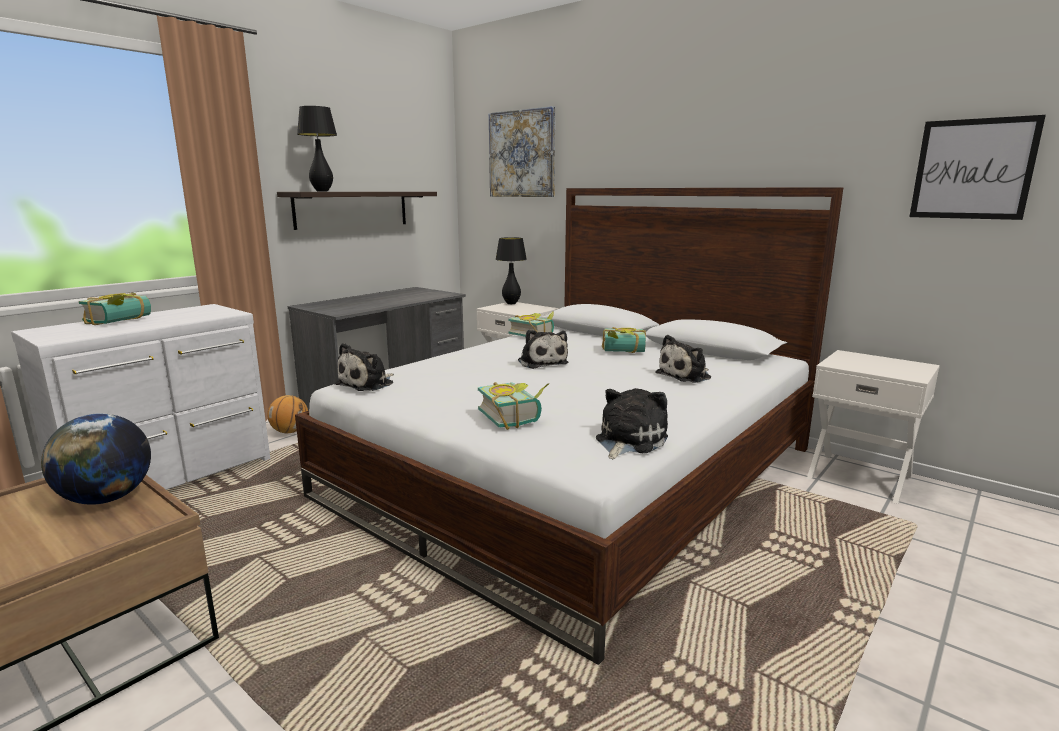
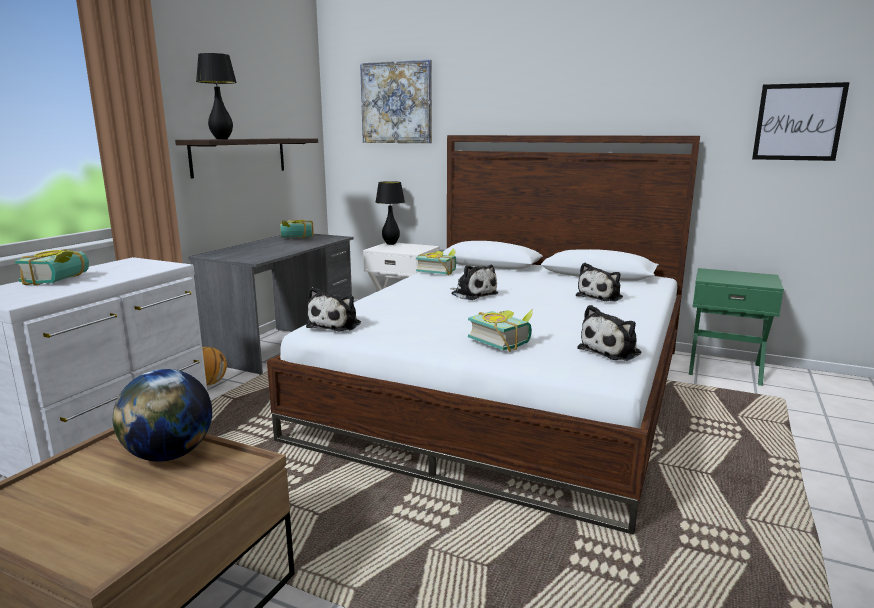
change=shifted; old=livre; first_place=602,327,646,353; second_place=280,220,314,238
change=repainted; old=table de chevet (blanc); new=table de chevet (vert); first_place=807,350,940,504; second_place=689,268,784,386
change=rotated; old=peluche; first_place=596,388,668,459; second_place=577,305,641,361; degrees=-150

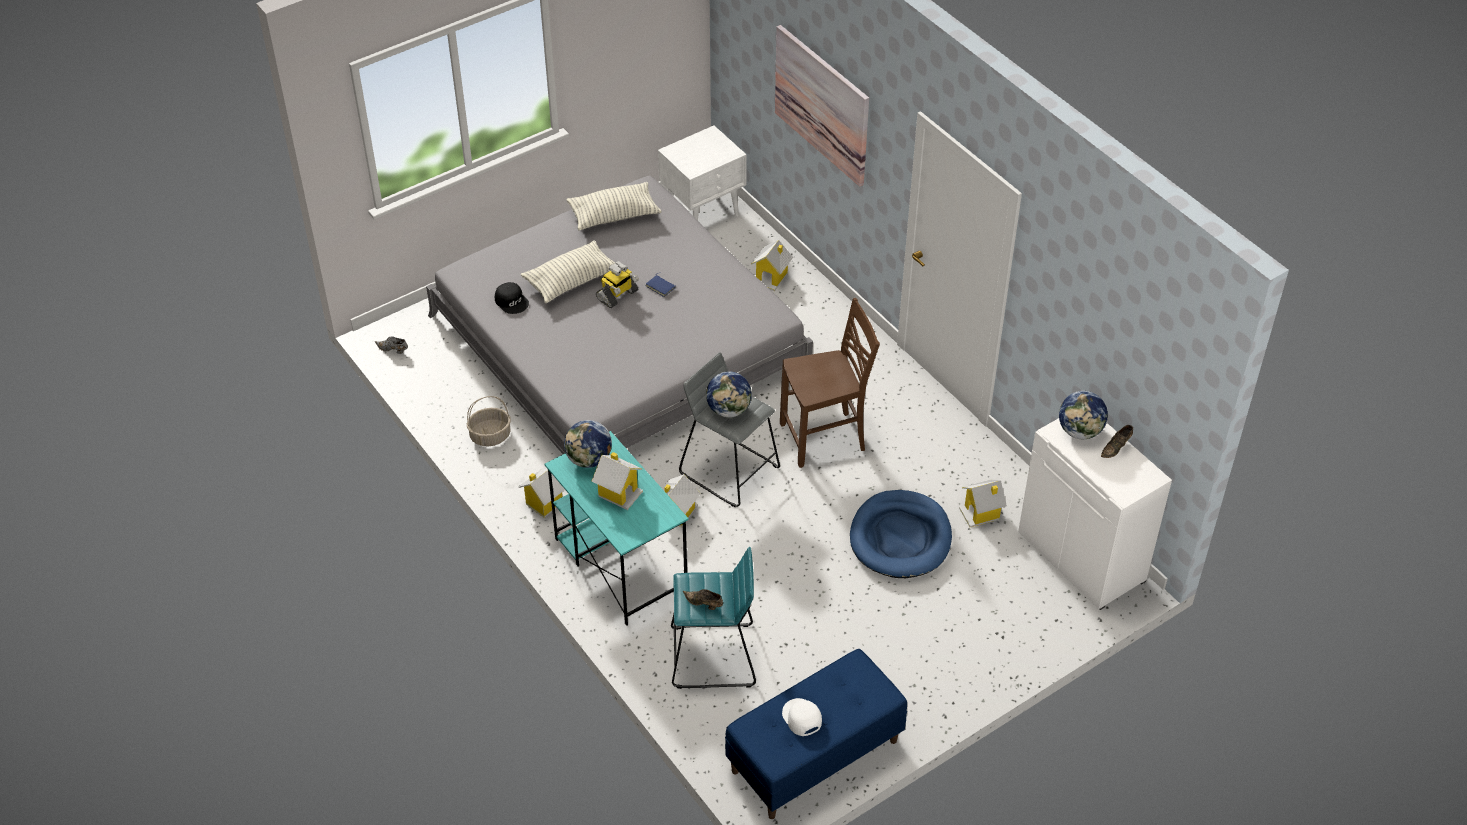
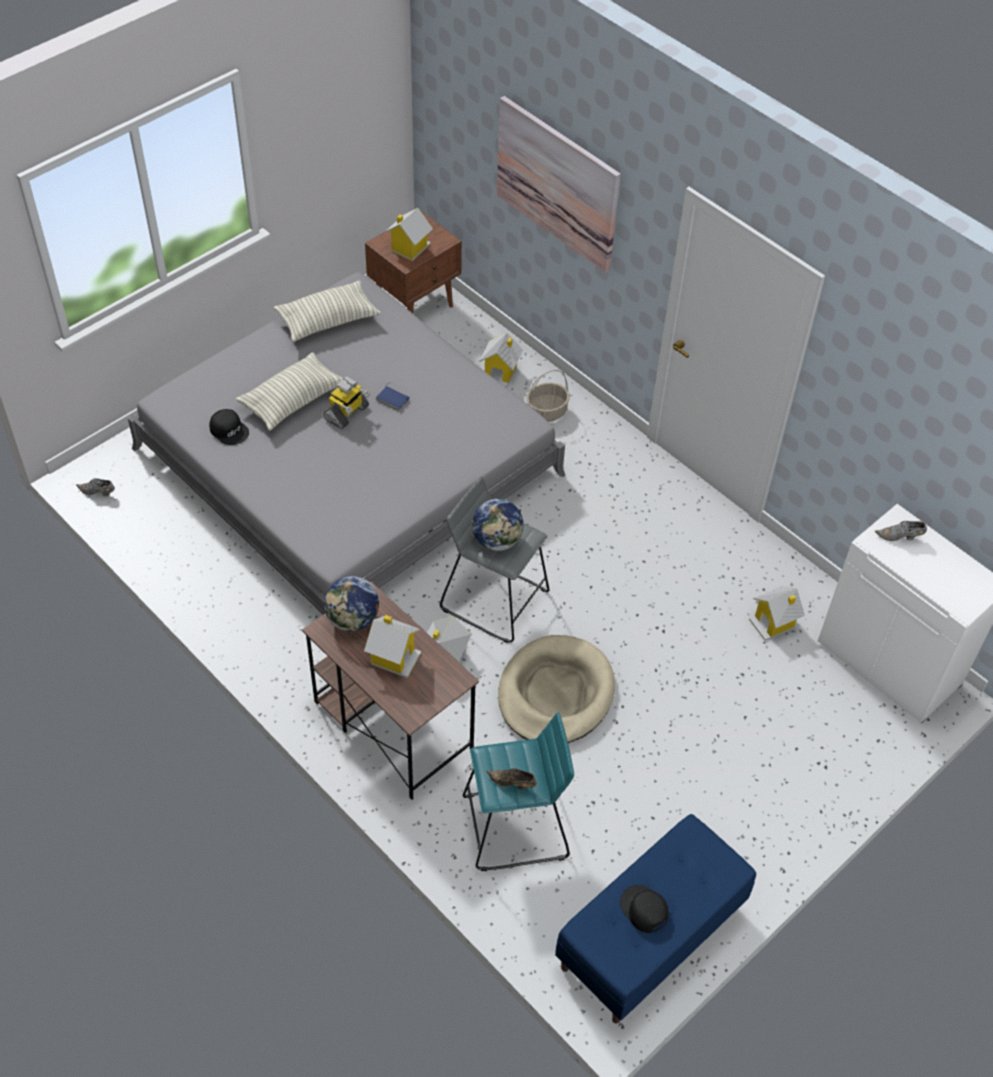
change=repainted; old=table de chevet (blanc); new=table de chevet (marron); first_place=658,126,747,220; second_place=365,211,462,313
change=gone; old=chaise (marron); first_place=780,298,880,468
change=swapped; old=globe; new=chaussure (gris); first_place=1059,391,1108,439; second_place=875,521,927,541
change=shifted; old=panier; first_place=467,396,511,446; second_place=526,370,570,422
change=gone; old=chaussure (marron); first_place=1101,425,1133,458
change=repainted; old=bureau (turquoise); new=bureau (marron); first_place=545,431,689,626; second_place=302,582,479,800
change=shifted; old=maison miniature; first_place=519,468,565,518; second_place=385,208,433,261
change=gone; old=panier pour chien (bleu); first_place=850,490,952,578
change=repainted; old=casquette (blanc); new=casquette (noir); first_place=782,698,822,736; second_place=620,885,668,933
change=new; new=panier pour chien (beige); second_place=498,635,615,743

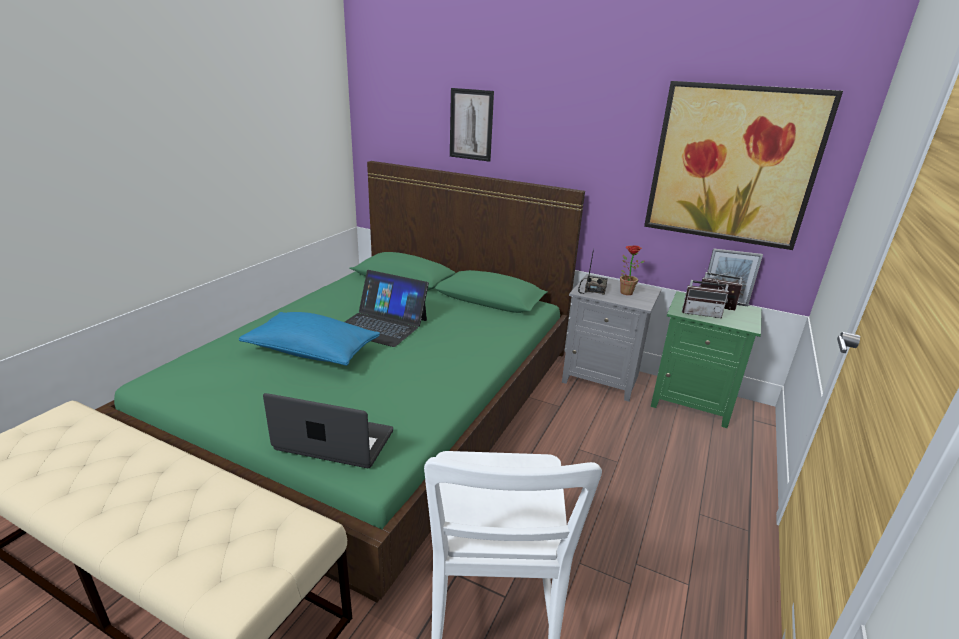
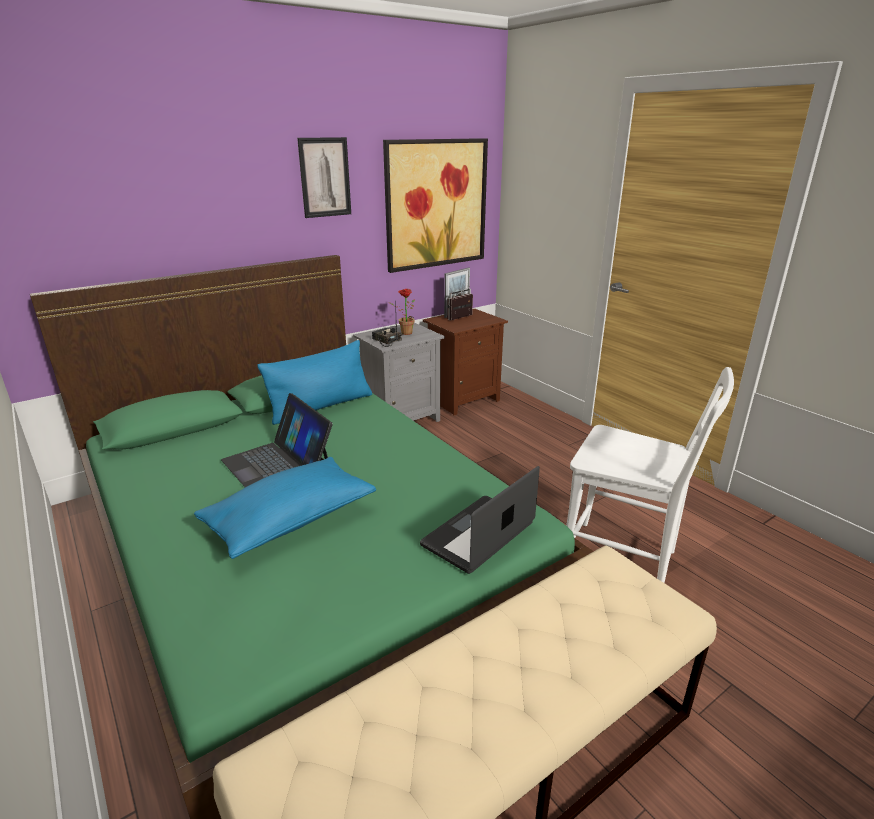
change=shifted; old=tableau; first_place=450,88,494,162; second_place=297,137,351,218
change=gone; old=radio; first_place=682,268,729,318
change=rotated; old=ordinateur portable; first_place=345,270,429,347; second_place=221,393,333,487; degrees=90
change=repainted; old=table de chevet (vert); new=table de chevet (marron); first_place=651,291,761,428; second_place=423,309,508,416
change=new; new=coussin (bleu); second_place=257,340,372,425

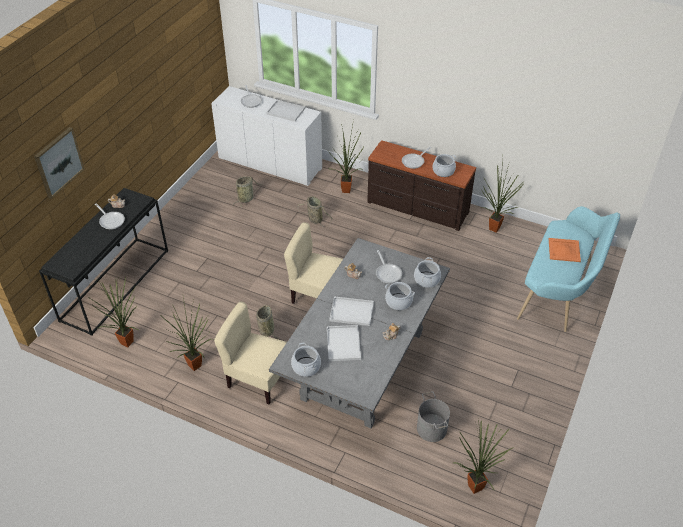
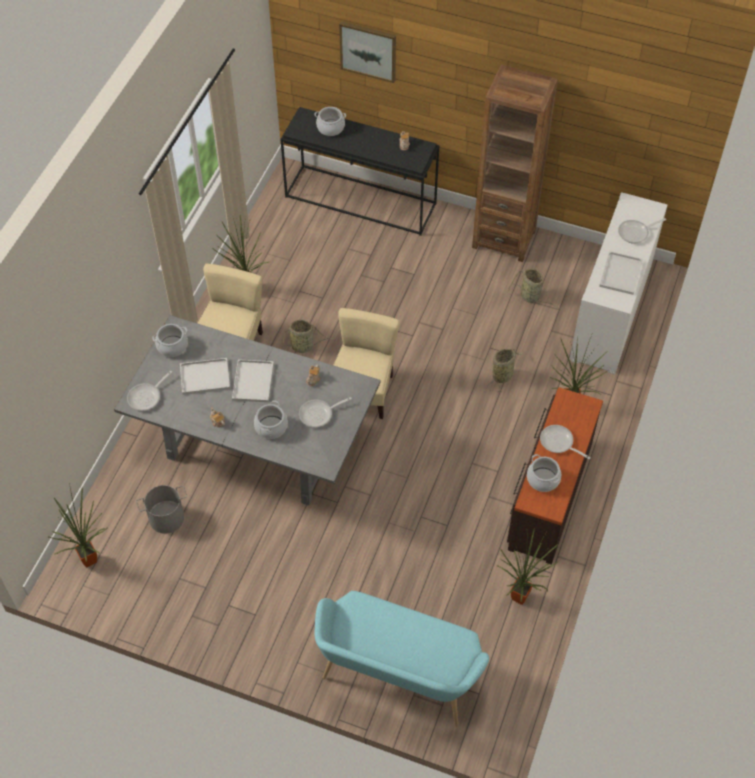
change=shifted; old=poêle; first_place=95,203,125,229; second_place=127,371,172,411
change=gone; old=plateau (orange); first_place=549,238,581,262
change=shifted; old=marmite; first_place=414,257,441,288; second_place=315,107,346,136
change=gone; old=plante en pot; first_place=88,277,138,347
change=new; new=bibliothèque (marron); second_place=472,65,558,262

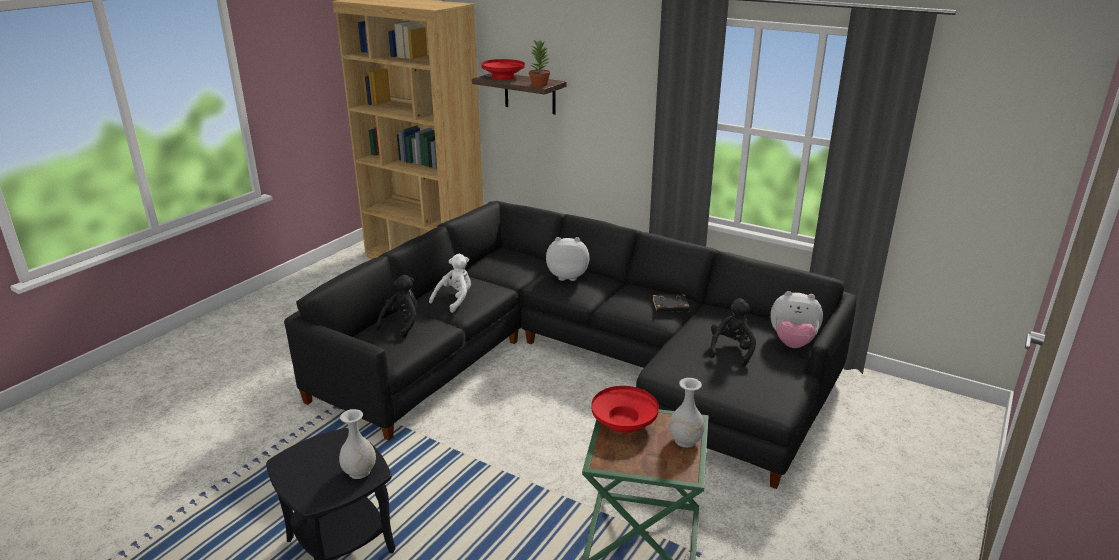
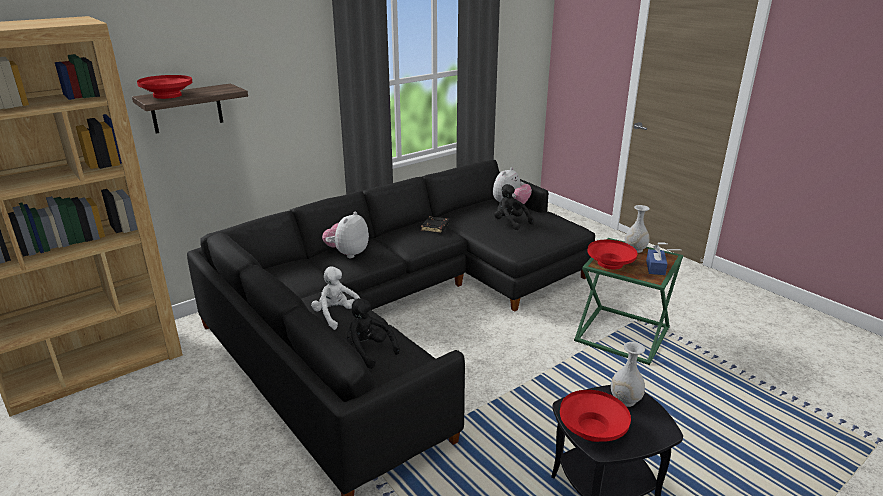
change=gone; old=plante en pot; first_place=529,40,550,87
change=new; new=boîte à mouchoirs (bleu); second_place=646,245,667,275
change=new; new=bol (rouge); second_place=560,390,631,442

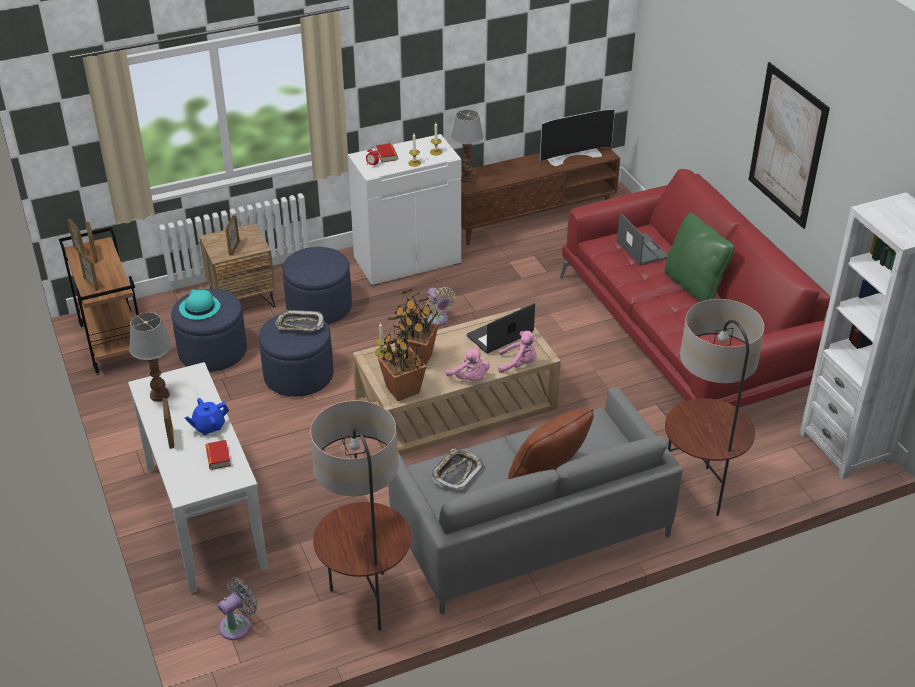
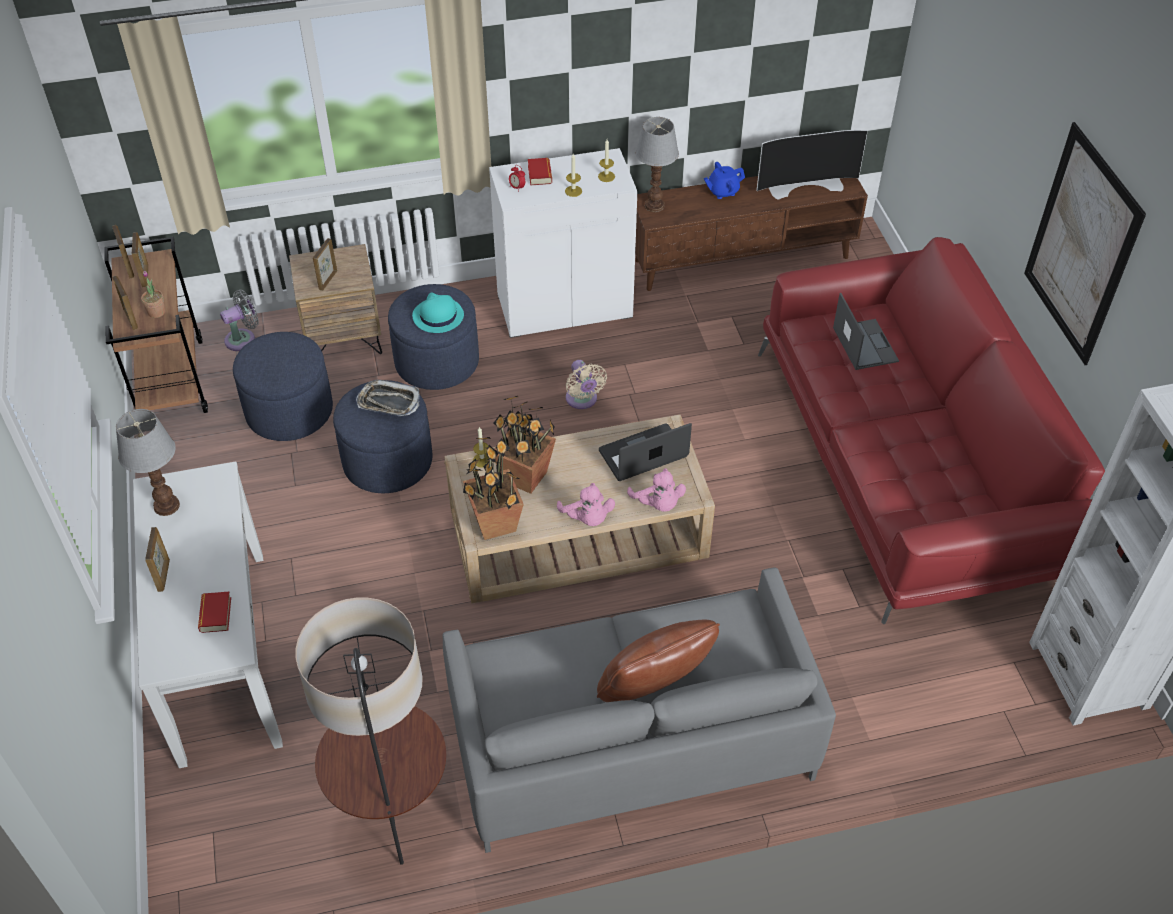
change=gone; old=coussin (vert); first_place=664,213,735,302
change=shifted; old=chapeau (turquoise); first_place=179,289,220,320; second_place=412,292,464,333
change=gone; old=lampadaire; first_place=665,299,764,516
change=rotated; old=peluche (rose); first_place=498,331,537,373; second_place=627,468,686,512; degrees=45
change=shifted; old=théière (bleu); first_place=185,398,229,435; second_place=704,162,745,199
change=gone; old=plateau; first_place=432,449,483,490
change=shifted; old=ventilateur (gris); first_place=218,577,258,640; second_place=220,290,259,351
change=new; new=plante en pot; second_place=141,271,166,318

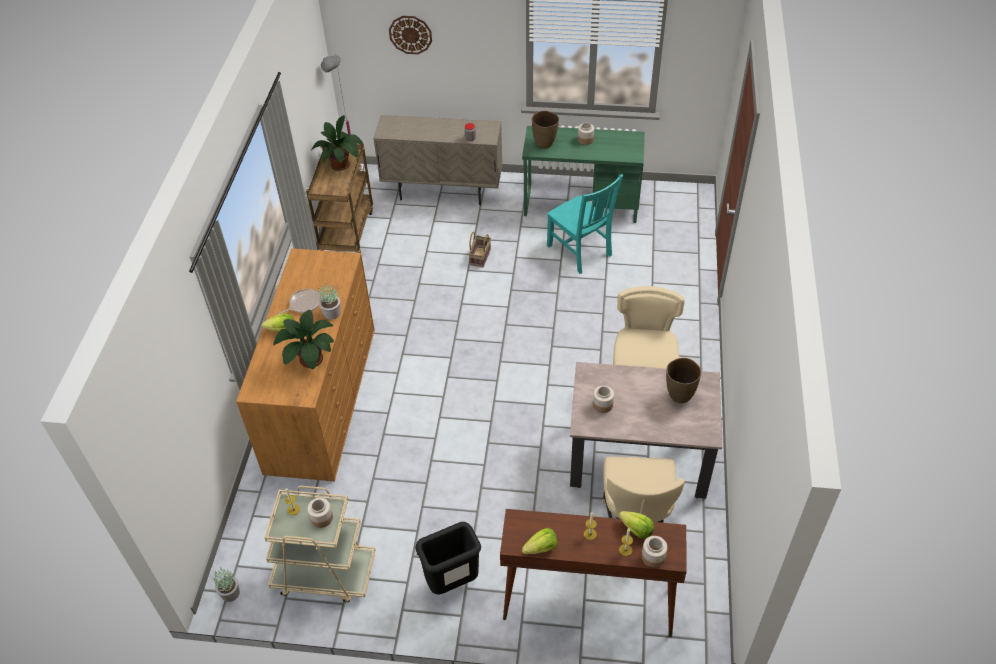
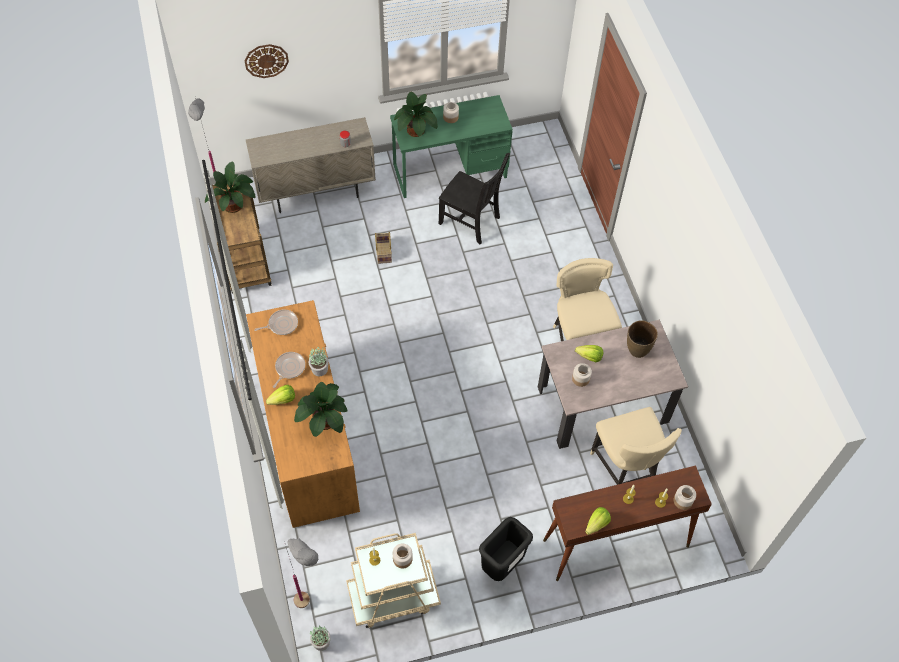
change=swapped; old=vase (marron); new=plante en pot; first_place=532,110,559,149; second_place=394,92,438,137
change=repainted; old=chaise (turquoise); new=chaise (noir); first_place=547,175,623,274; second_place=439,153,510,244
change=shifted; old=laitue; first_place=618,511,654,539; second_place=575,345,604,362
change=new; new=poêle; second_place=254,309,298,335
change=new; new=lampadaire (gris); second_place=284,538,318,608

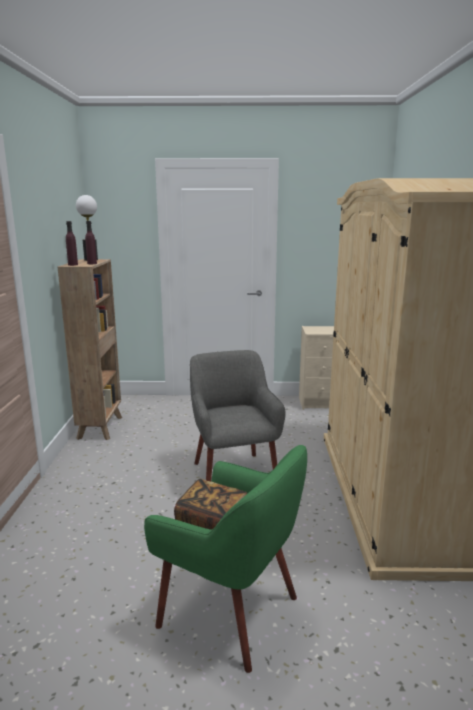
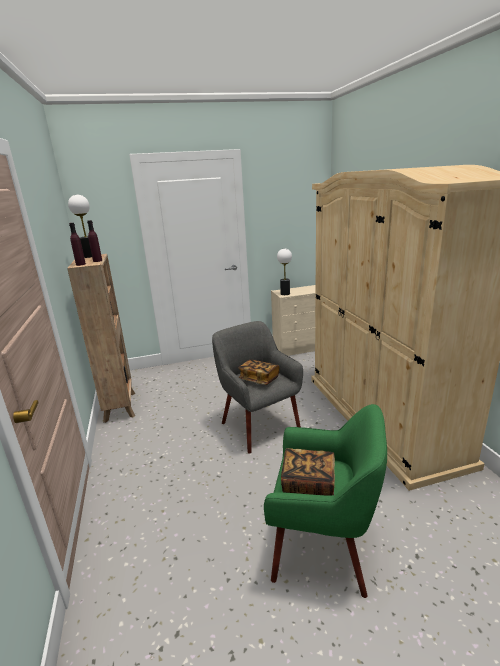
change=new; new=lampe de table; second_place=277,249,292,295
change=new; new=livre; second_place=239,359,280,385

